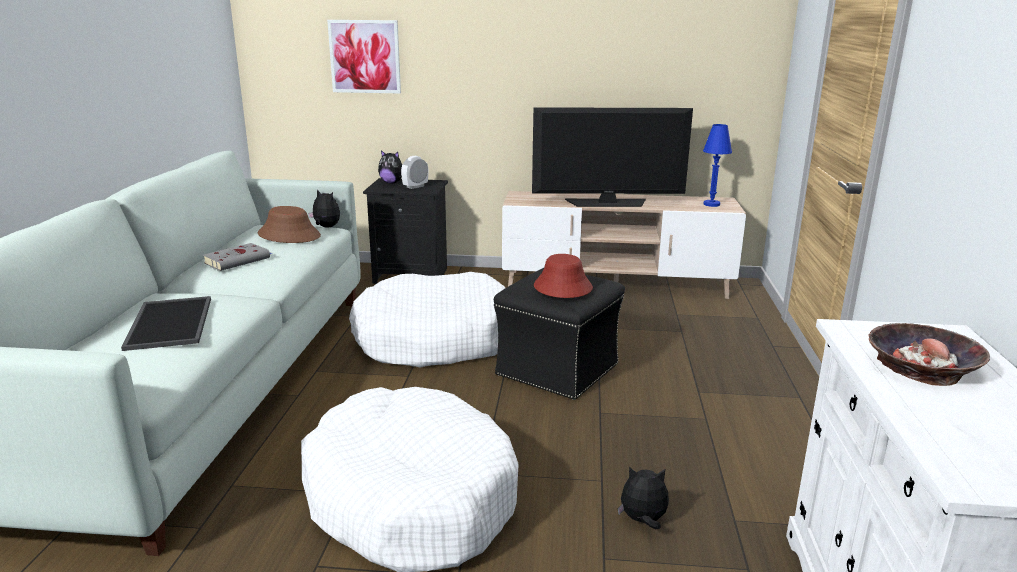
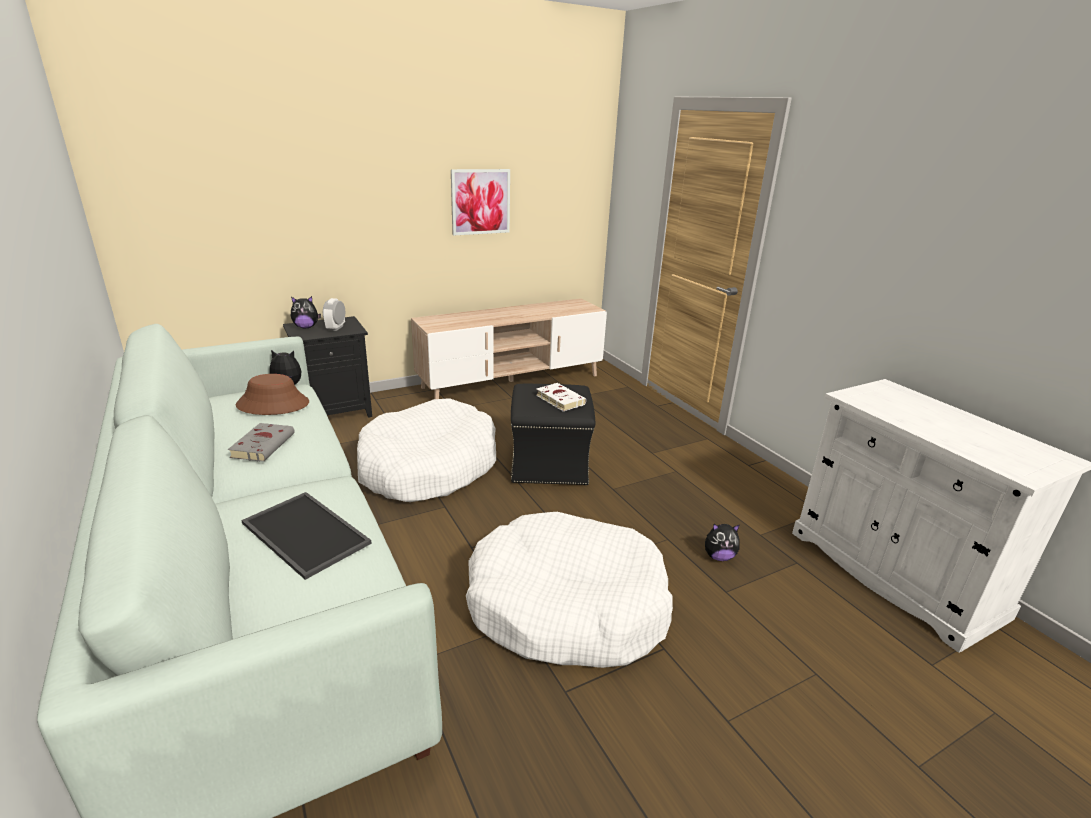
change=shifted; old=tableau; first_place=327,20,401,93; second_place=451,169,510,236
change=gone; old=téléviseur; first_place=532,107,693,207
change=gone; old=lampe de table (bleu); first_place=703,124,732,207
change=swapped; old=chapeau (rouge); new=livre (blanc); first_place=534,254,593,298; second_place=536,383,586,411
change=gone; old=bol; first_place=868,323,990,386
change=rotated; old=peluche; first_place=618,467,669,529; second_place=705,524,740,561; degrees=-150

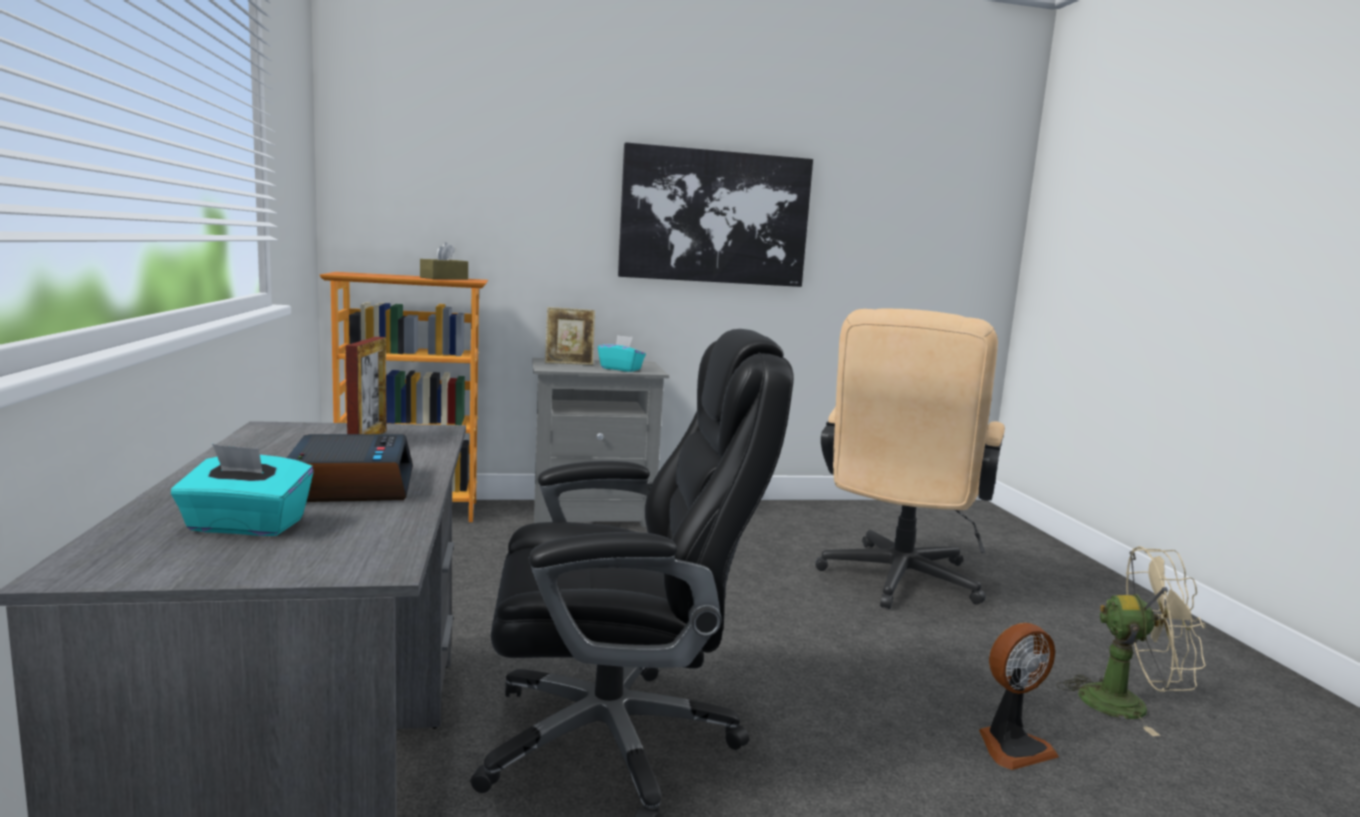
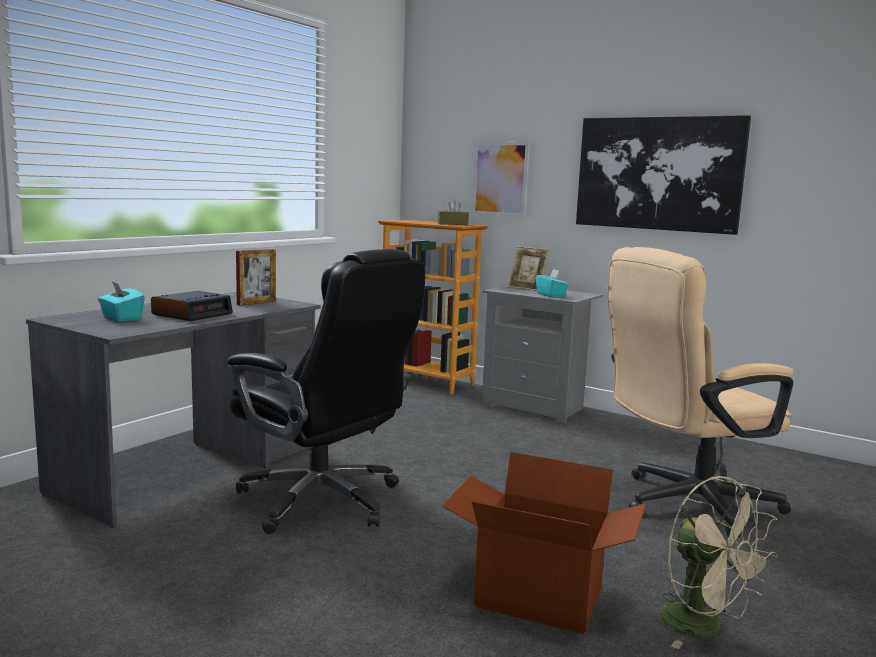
change=swapped; old=ventilateur; new=carton; first_place=979,623,1059,770; second_place=442,452,646,634
change=new; new=tableau; second_place=472,142,530,217

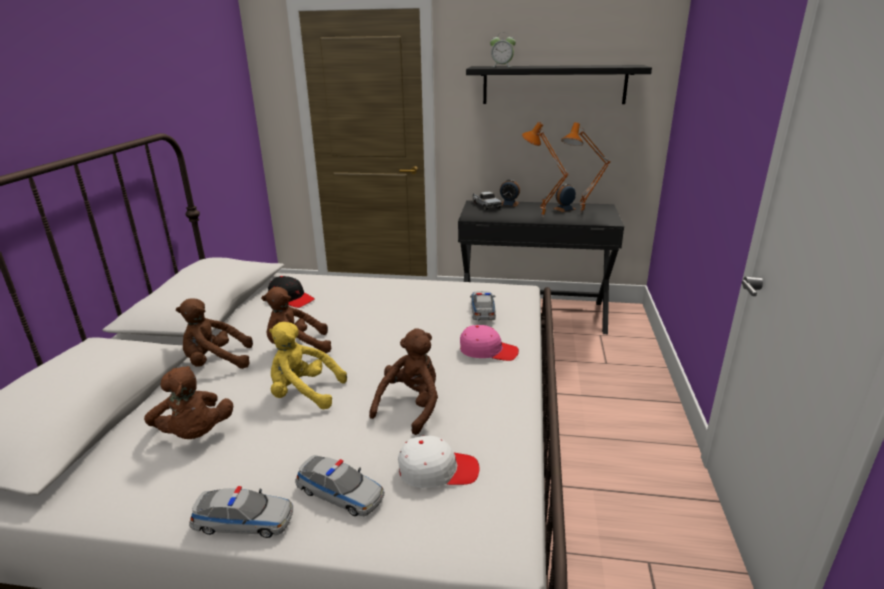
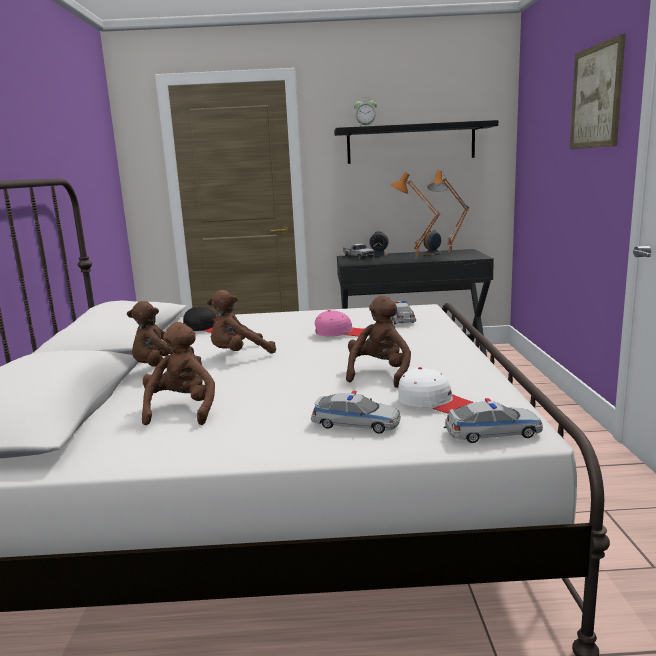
change=gone; old=peluche (jaune); first_place=269,322,347,409
change=shifted; old=casquette (rose); first_place=460,325,519,361; second_place=315,310,365,336
change=rotated; old=peluche (marron); first_place=144,366,233,439; second_place=142,322,215,425; degrees=-135
change=rotated; old=casquette (blanc); first_place=398,436,479,488; second_place=398,367,474,414; degrees=45
change=shifted; old=petite voiture; first_place=189,486,293,538; second_place=444,398,543,443
change=new; new=tableau; second_place=570,33,626,149

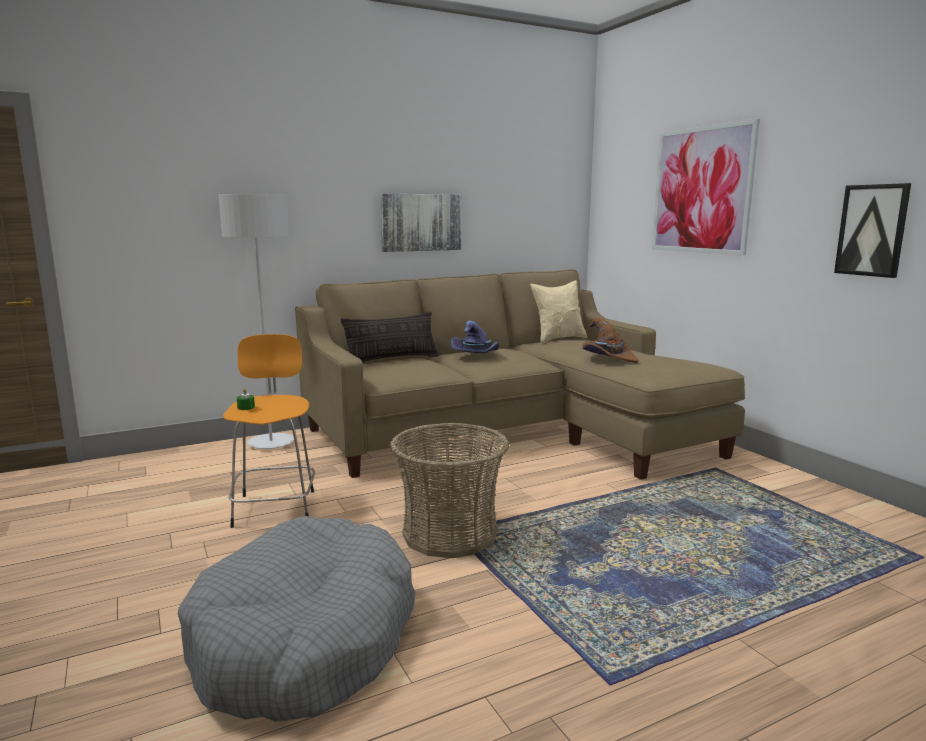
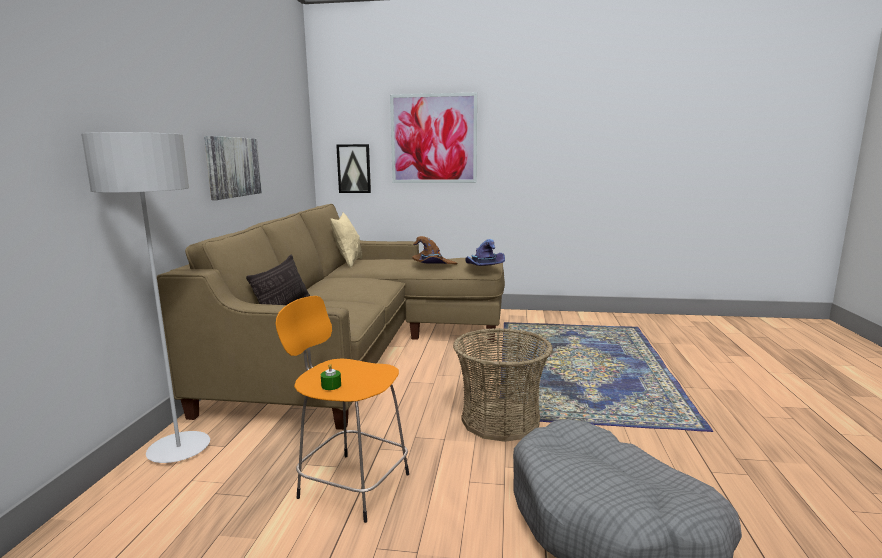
change=shifted; old=tableau; first_place=834,183,911,278; second_place=336,144,371,193
change=shifted; old=chapeau (violet); first_place=451,321,499,353; second_place=465,239,505,266

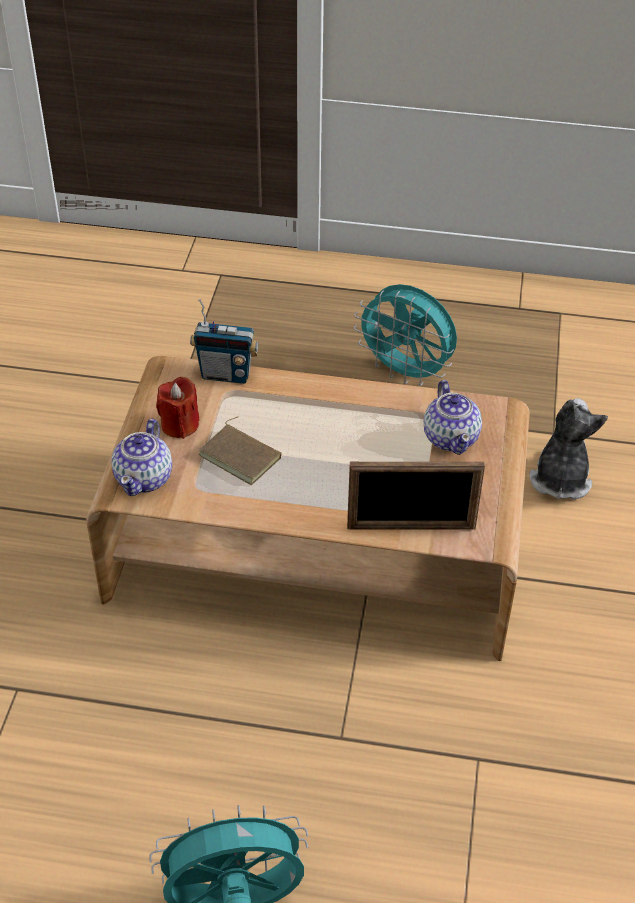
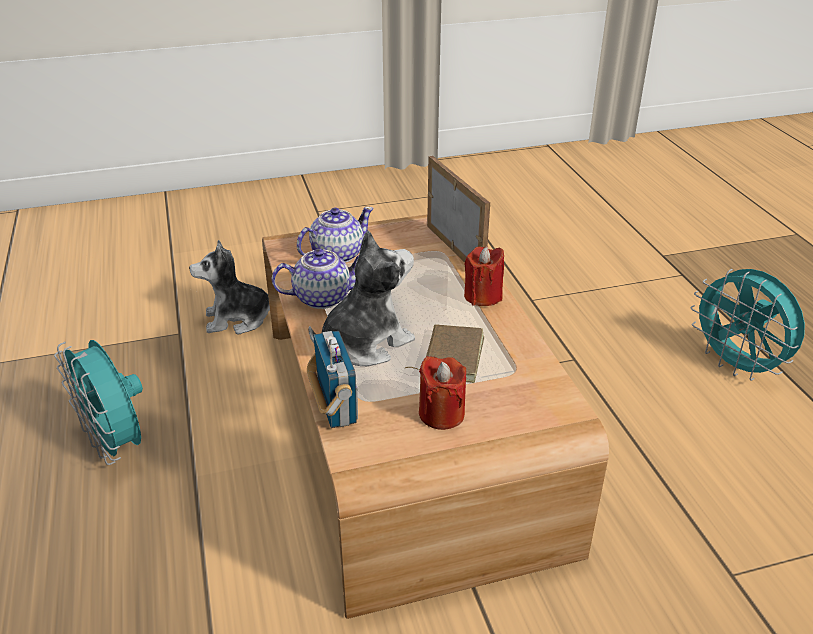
change=rotated; old=ventilateur (turquoise); first_place=354,284,457,386; second_place=54,340,143,465; degrees=135
change=shifted; old=théière; first_place=111,419,172,496; second_place=272,248,359,309
change=new; new=peluche; second_place=308,230,415,366
change=new; new=bougie (rouge); second_place=464,246,504,306

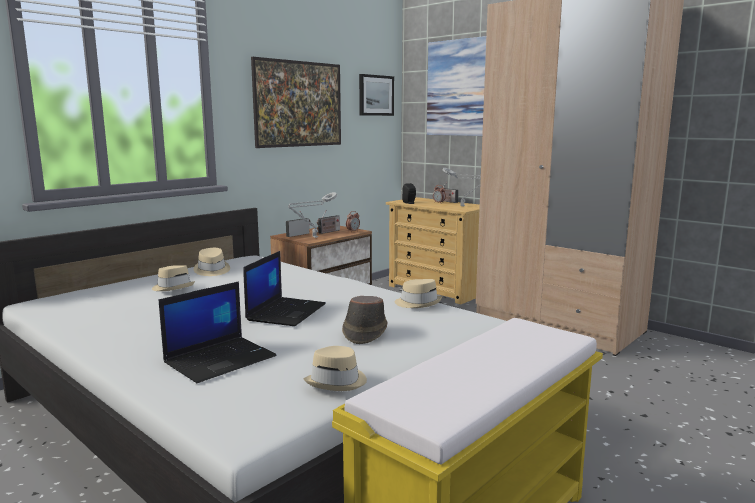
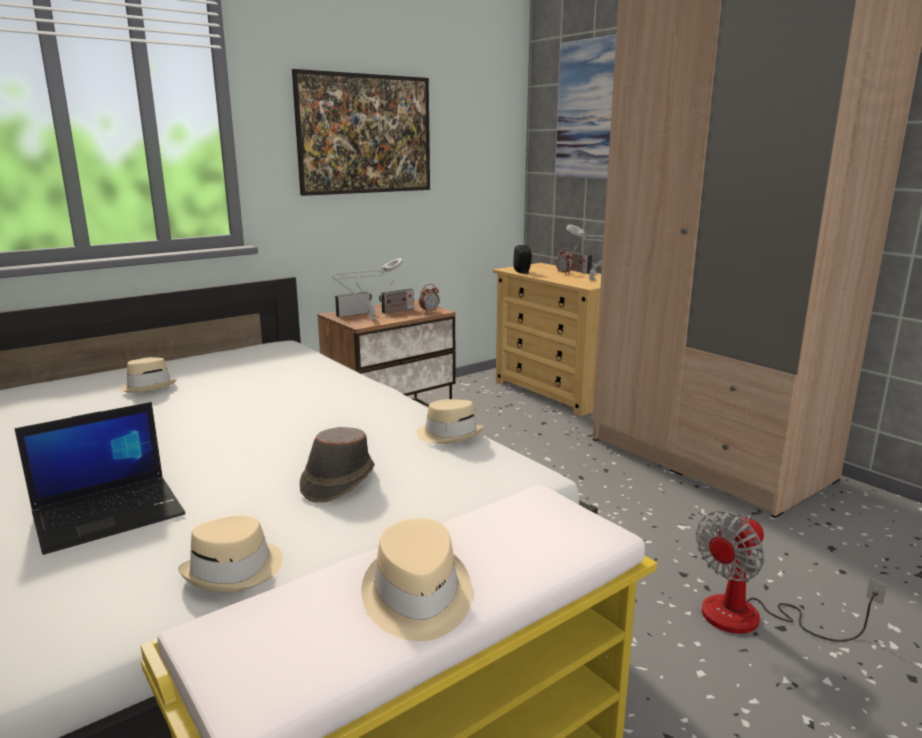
change=gone; old=tableau; first_place=359,74,394,116
change=shifted; old=chapeau (beige); first_place=194,248,230,276; second_place=361,518,472,641
change=gone; old=ordinateur portable; first_place=243,251,326,326
change=new; new=ventilateur; second_place=696,511,887,642

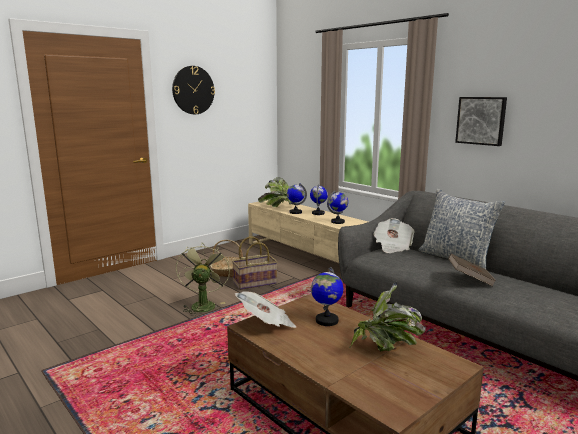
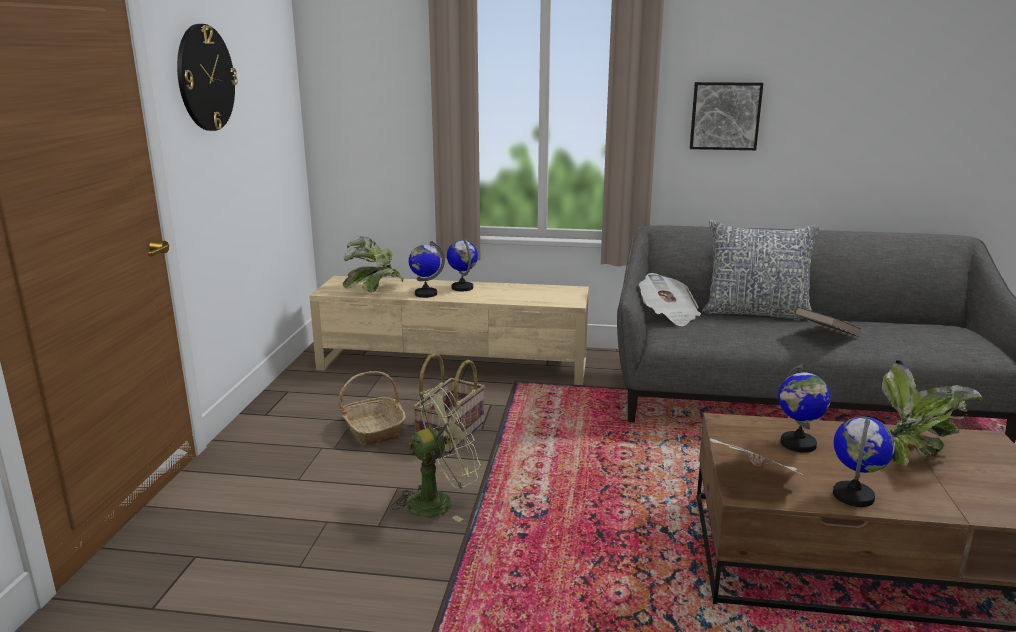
change=shifted; old=globe; first_place=327,190,348,224; second_place=833,416,895,507
change=rotated; old=ventilateur (vert); first_place=176,244,230,316; second_place=391,387,481,522; degrees=105

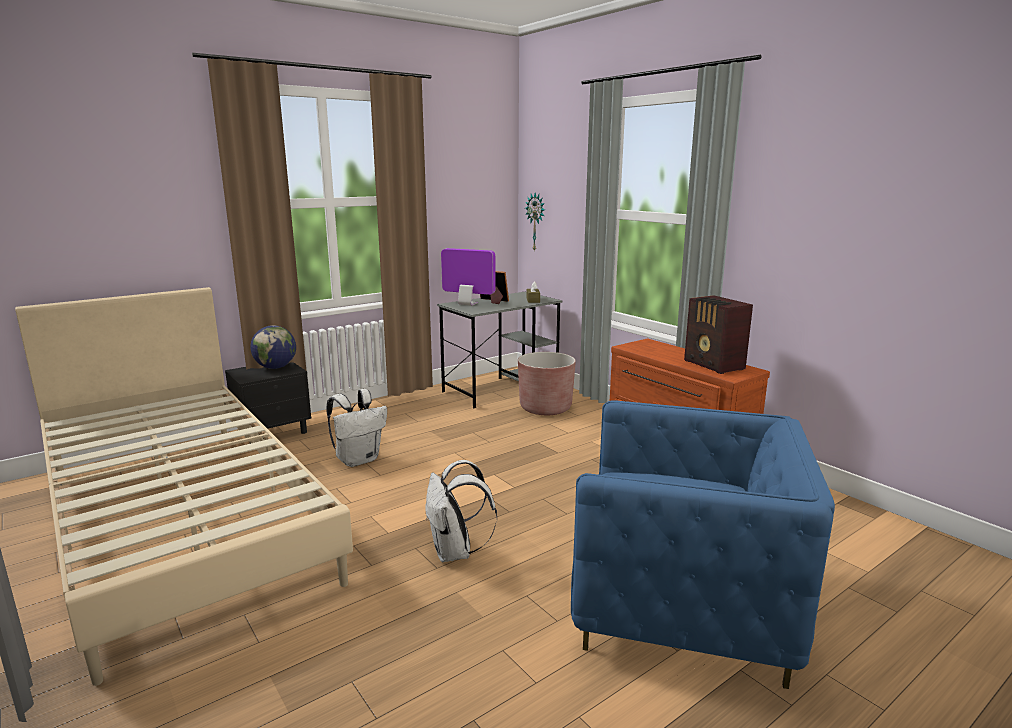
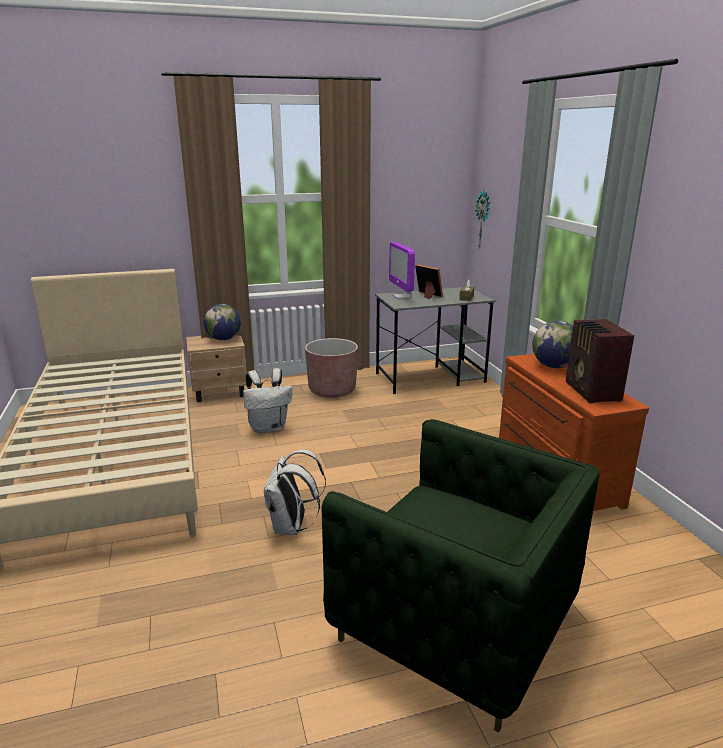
change=rotated; old=écran d'ordinateur; first_place=441,248,496,306; second_place=389,242,415,299; degrees=-150
change=shifted; old=cache-pot (marron); first_place=518,352,576,415; second_place=305,338,358,398
change=repainted; old=table de chevet (noir); new=table de chevet (beige); first_place=225,363,312,444; second_place=186,335,247,402
change=repainted; old=fauteuil (bleu); new=fauteuil (vert); first_place=571,400,835,689; second_place=322,419,600,733
change=new; new=globe; second_place=532,321,573,368

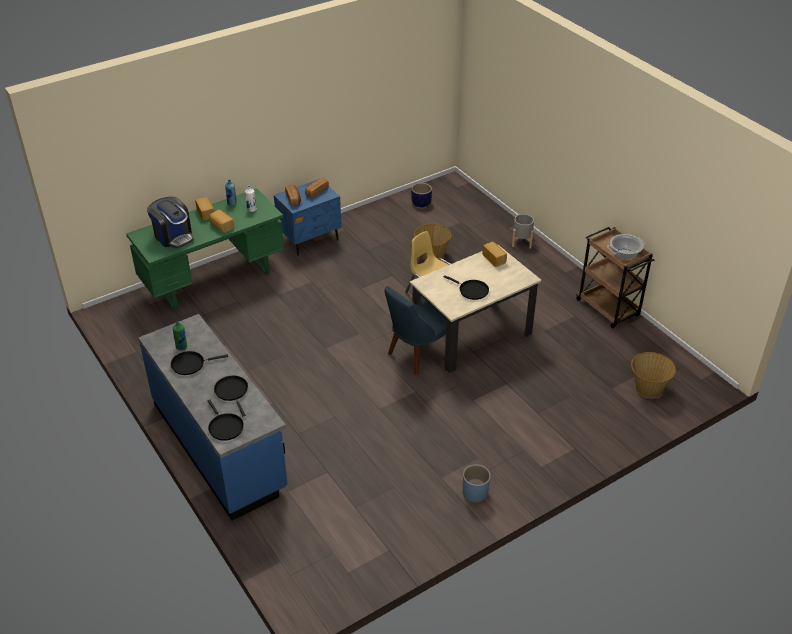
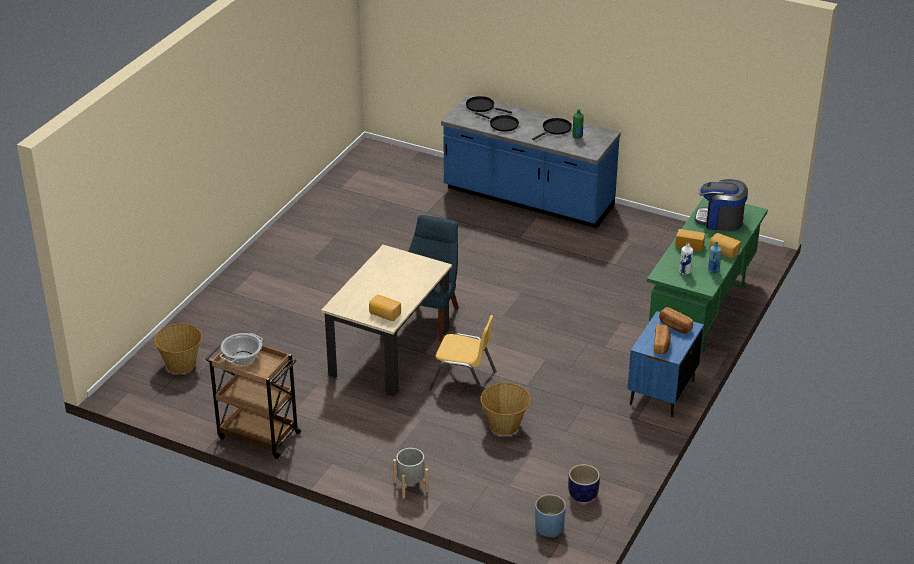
change=gone; old=poêle (noir); first_place=443,275,489,300
change=shifted; old=cache-pot (bleu); first_place=463,464,491,503; second_place=535,494,566,537

